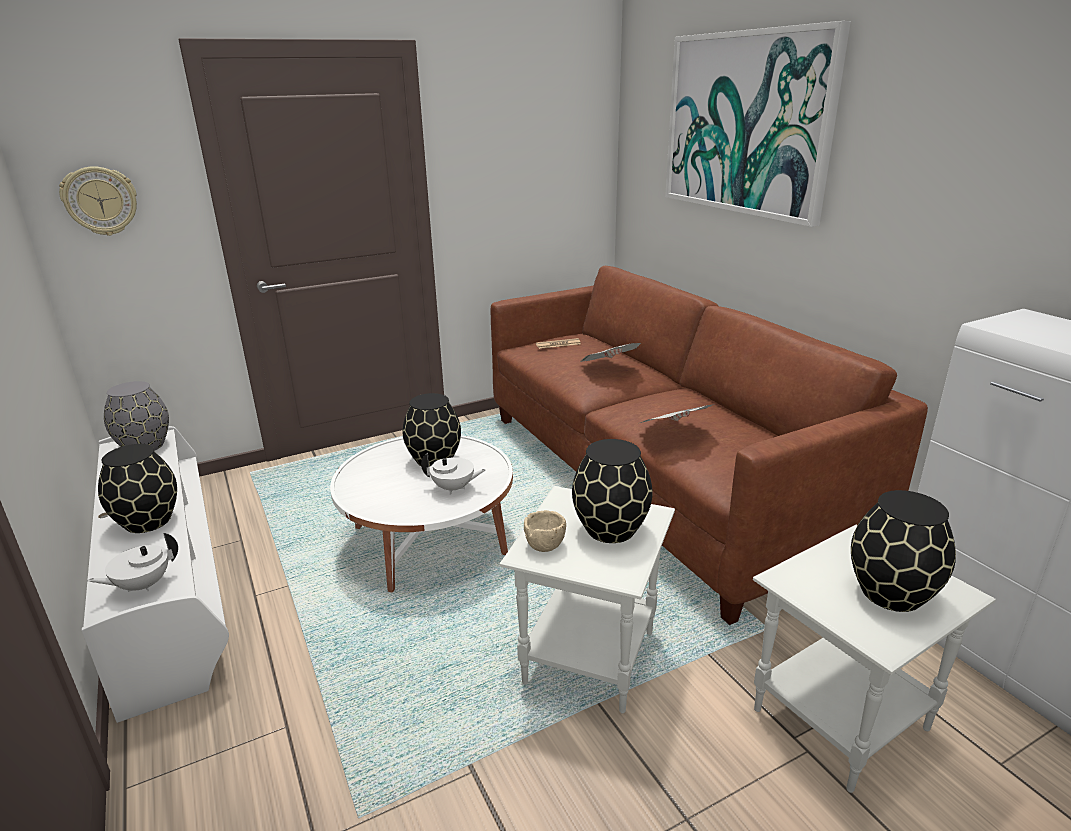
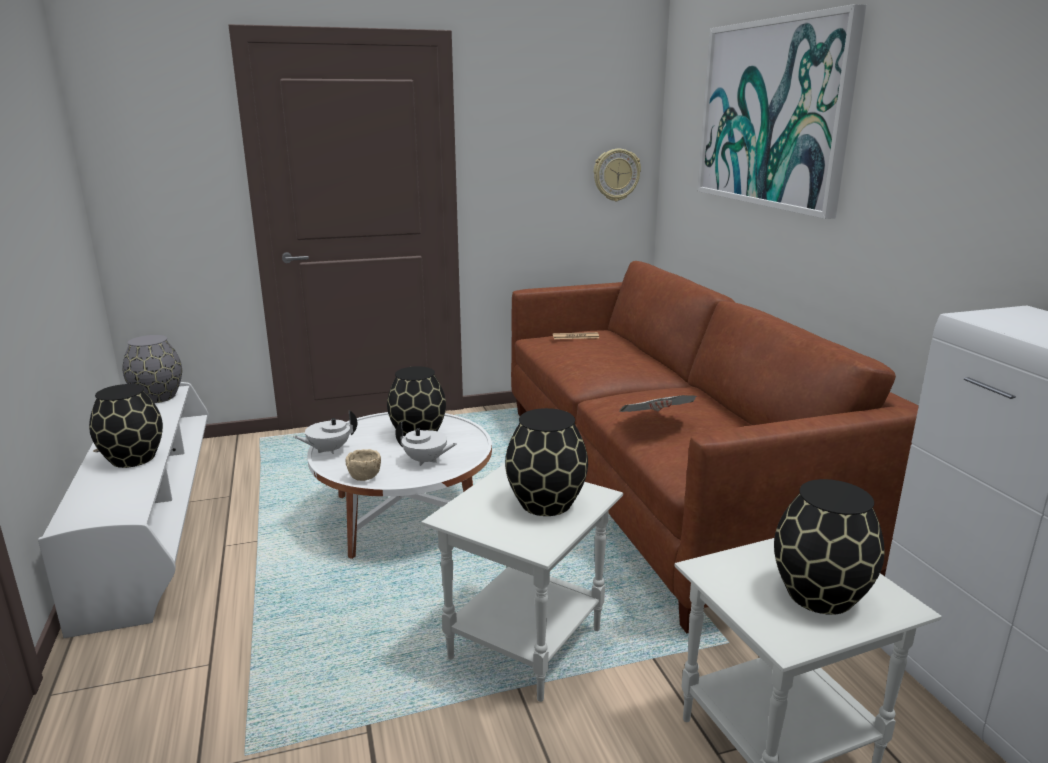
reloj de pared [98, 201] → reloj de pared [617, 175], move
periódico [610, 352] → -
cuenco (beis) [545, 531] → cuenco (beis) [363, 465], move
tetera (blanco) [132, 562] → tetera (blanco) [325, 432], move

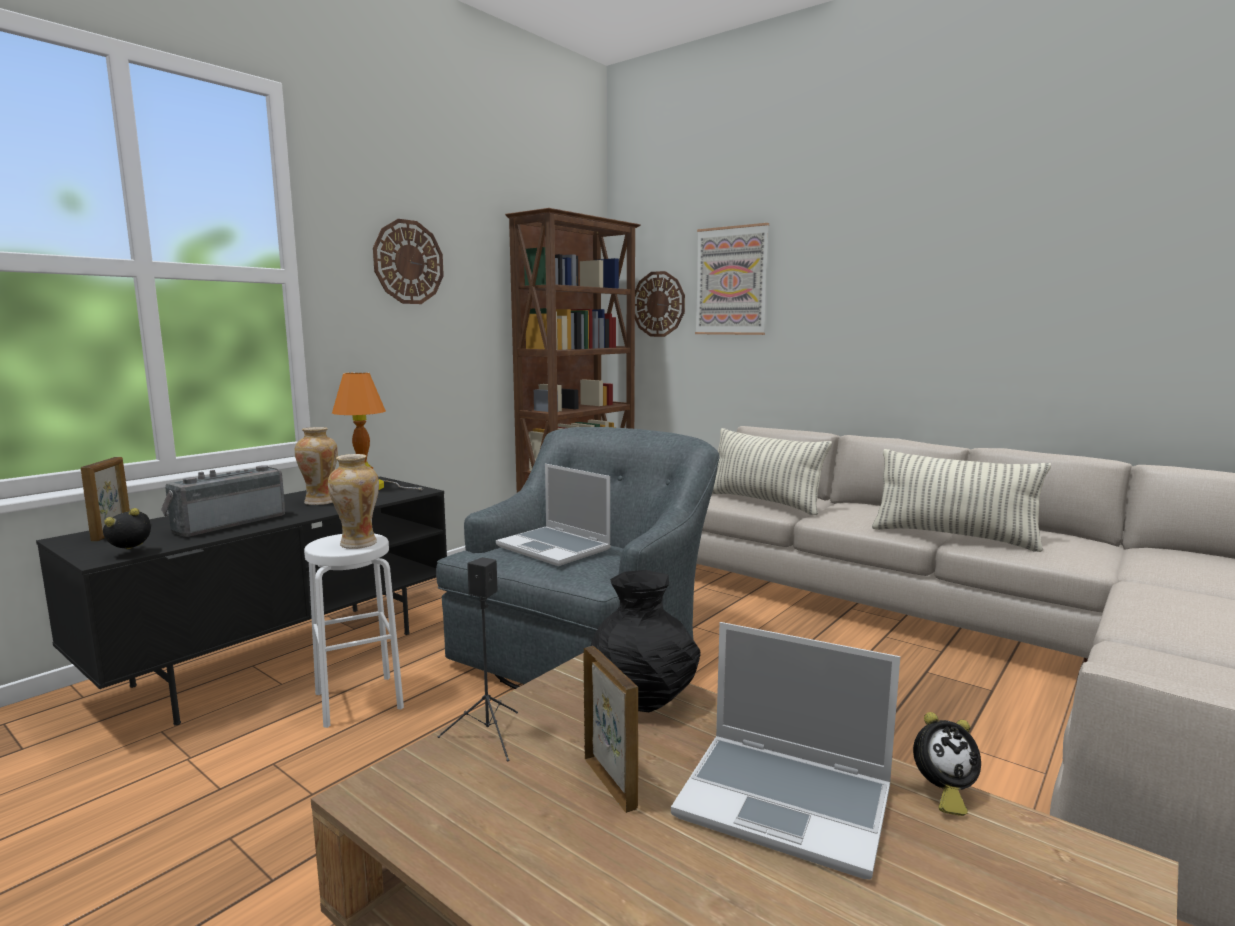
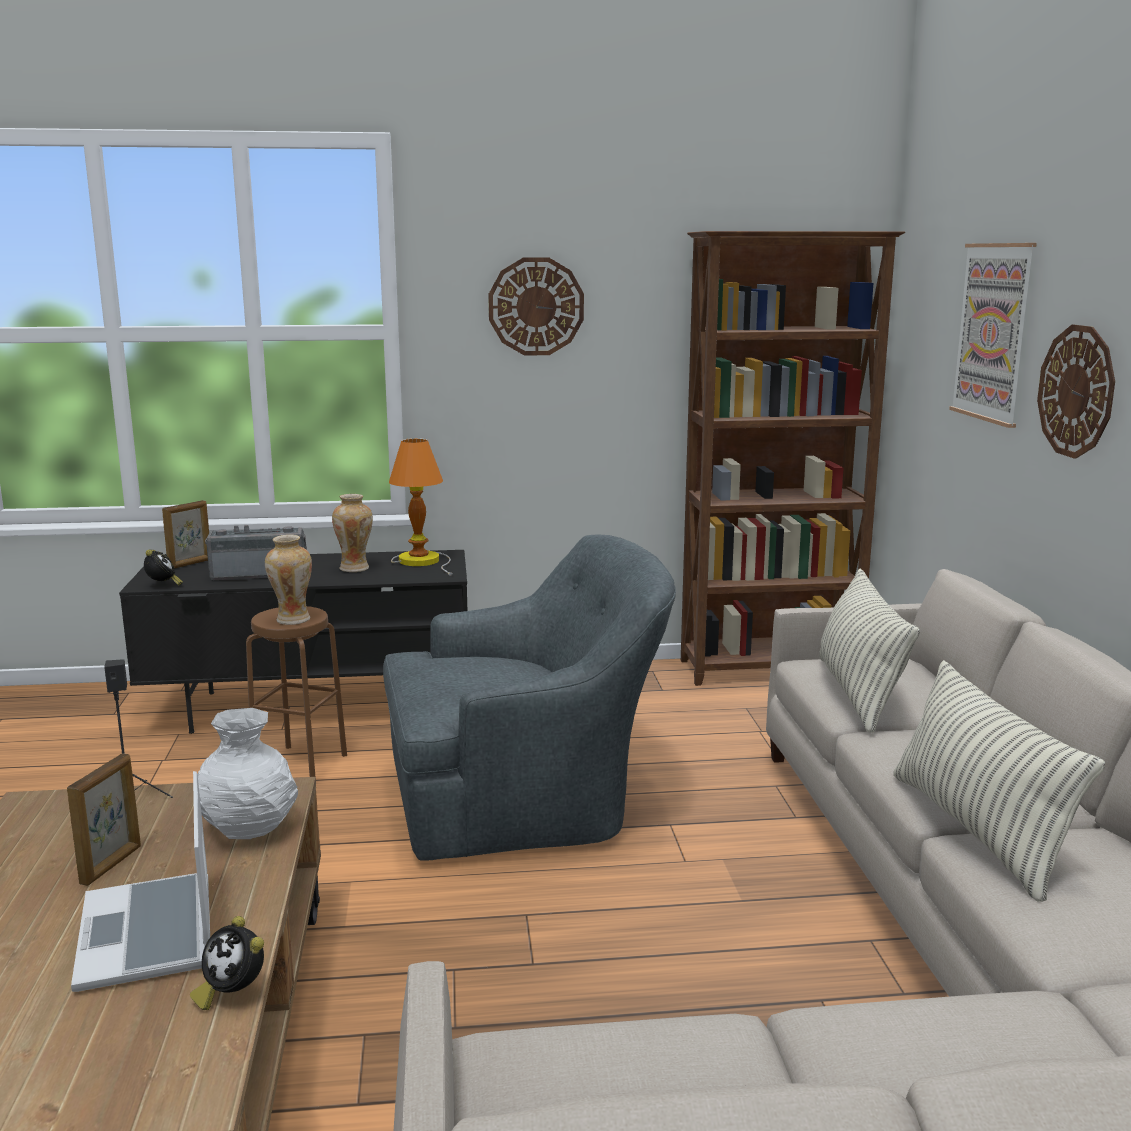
reloj de pared [660, 304] → reloj de pared [1076, 392], move
portátil [553, 515] → -
despertador [127, 528] → despertador [163, 567], 75 degrees clockwise
taburete (blanco) [354, 631] → taburete (marrón) [296, 691]
florero (negro) [646, 641] → florero (blanco) [248, 773]

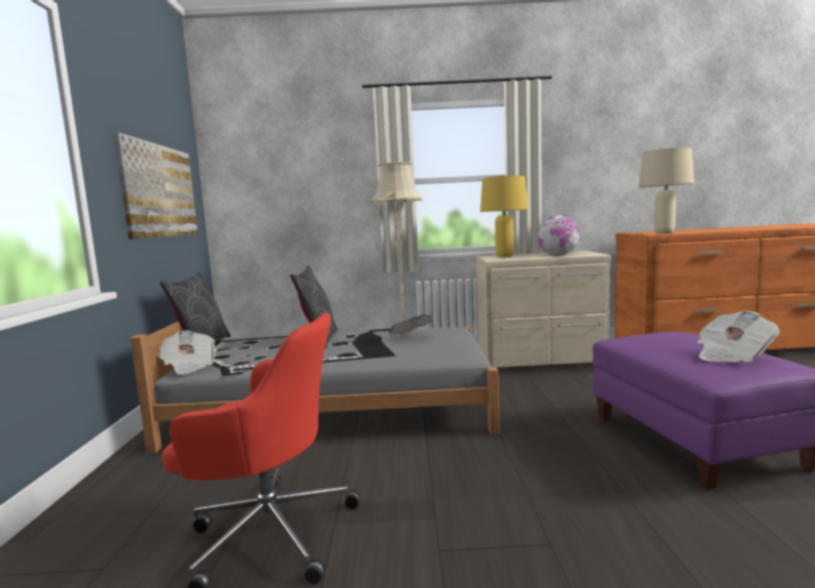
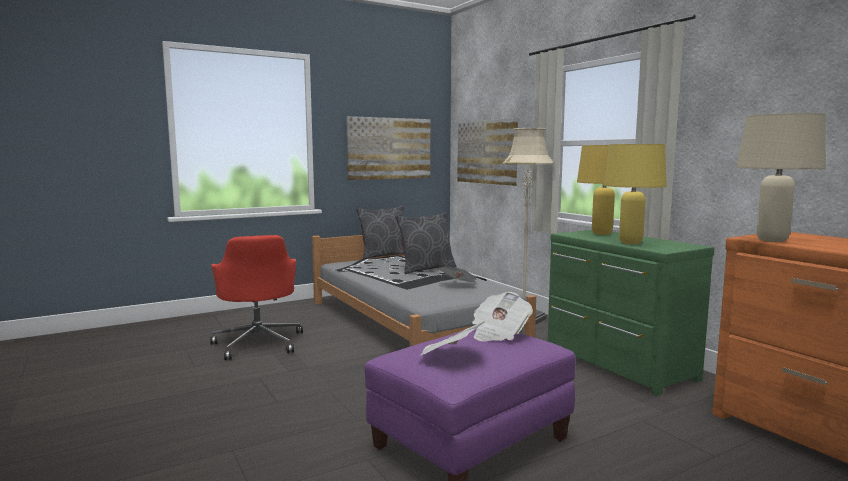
globo terráqueo [558, 235] → lámpara de mesa (amarillo) [635, 194]
cómoda (beis) [543, 309] → cómoda (verde) [630, 313]
periódico [186, 353] → periódico [502, 316], move
- → cuadro [487, 152]

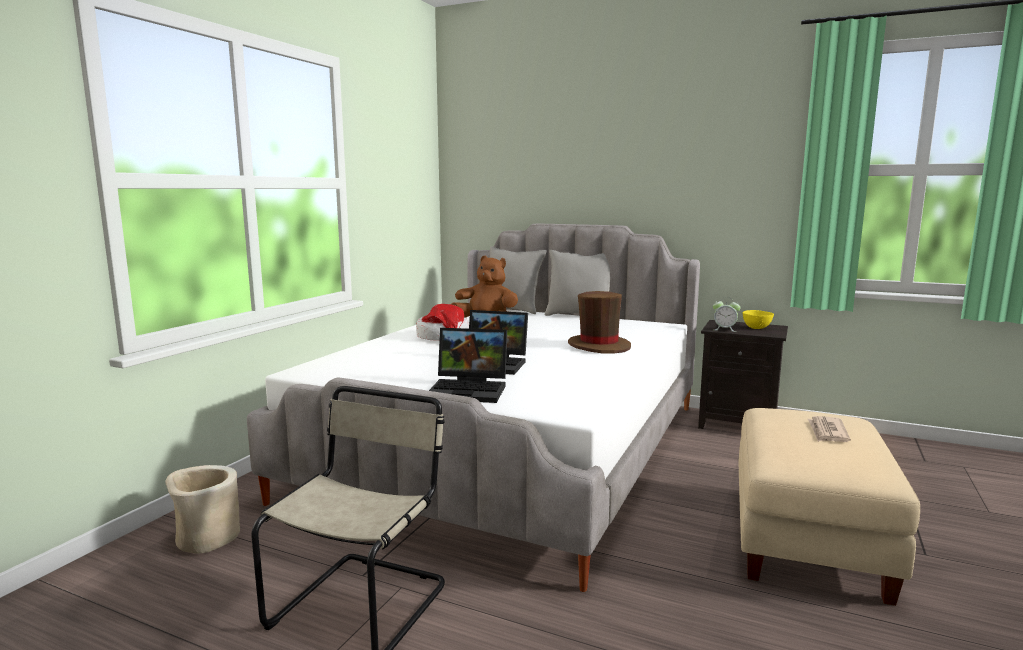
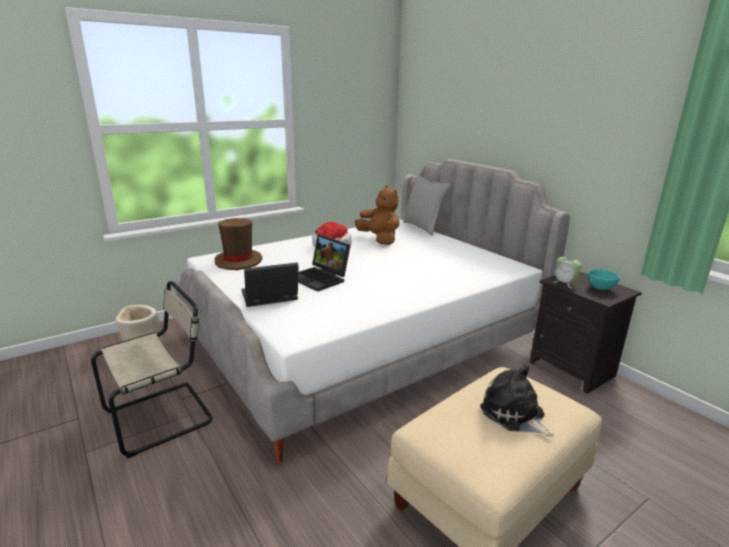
cojín (gris) [577, 283] → -
sombrero (marrón) [599, 322] → sombrero (marrón) [238, 244], move
cuenco (amarillo) [758, 319] → cuenco (turquesa) [604, 279]
portátil [468, 365] → portátil [270, 284], 120 degrees clockwise
periódico [829, 429] → peluche [517, 400]

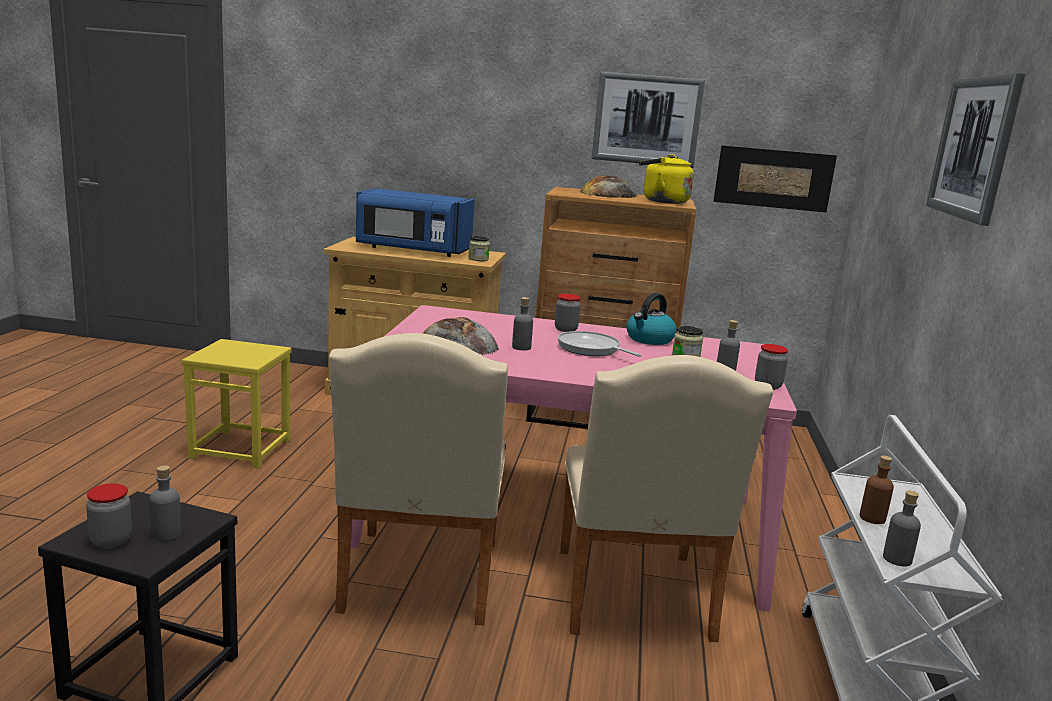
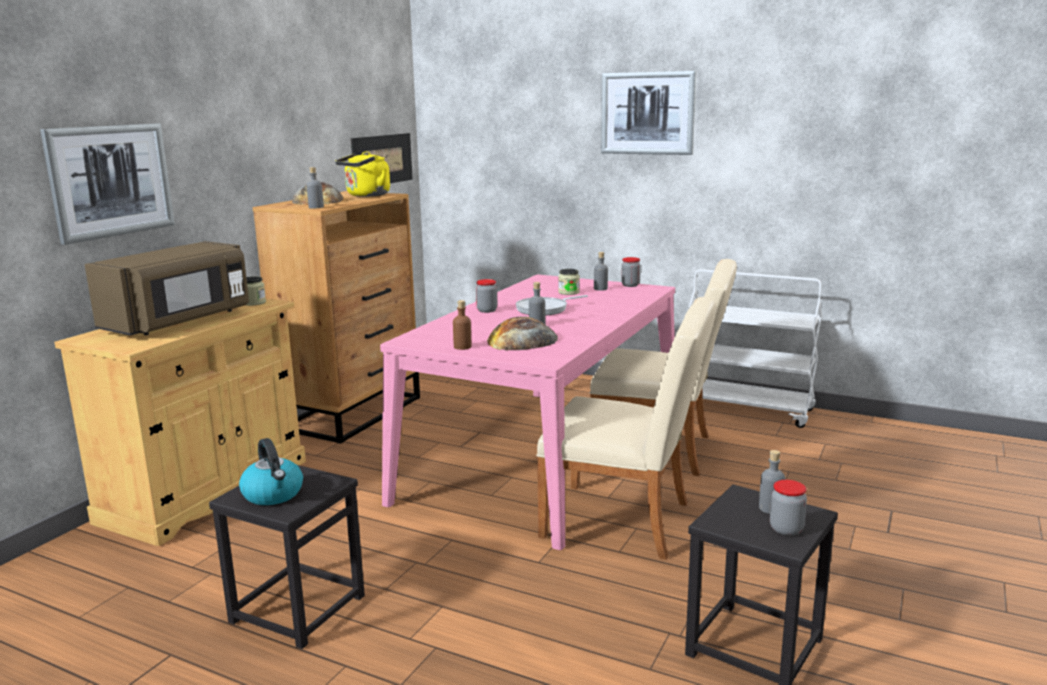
cuadro [648, 120] → cuadro [107, 184], move
microondas (azul) [415, 222] → microondas (marrón) [167, 288]
hervidor [651, 319] → hervidor [271, 471], move
taburete (amarillo) [237, 404] → taburete (negro) [287, 557]
botella (marrón) [877, 489] → botella (marrón) [462, 325], move
botella (gris) [902, 529] → botella (gris) [315, 187], move

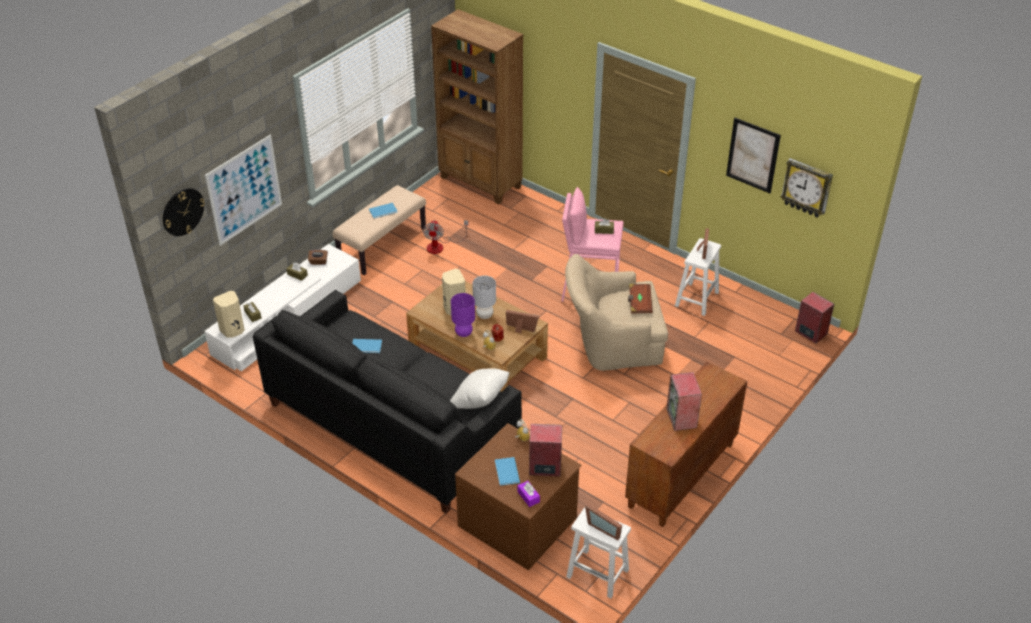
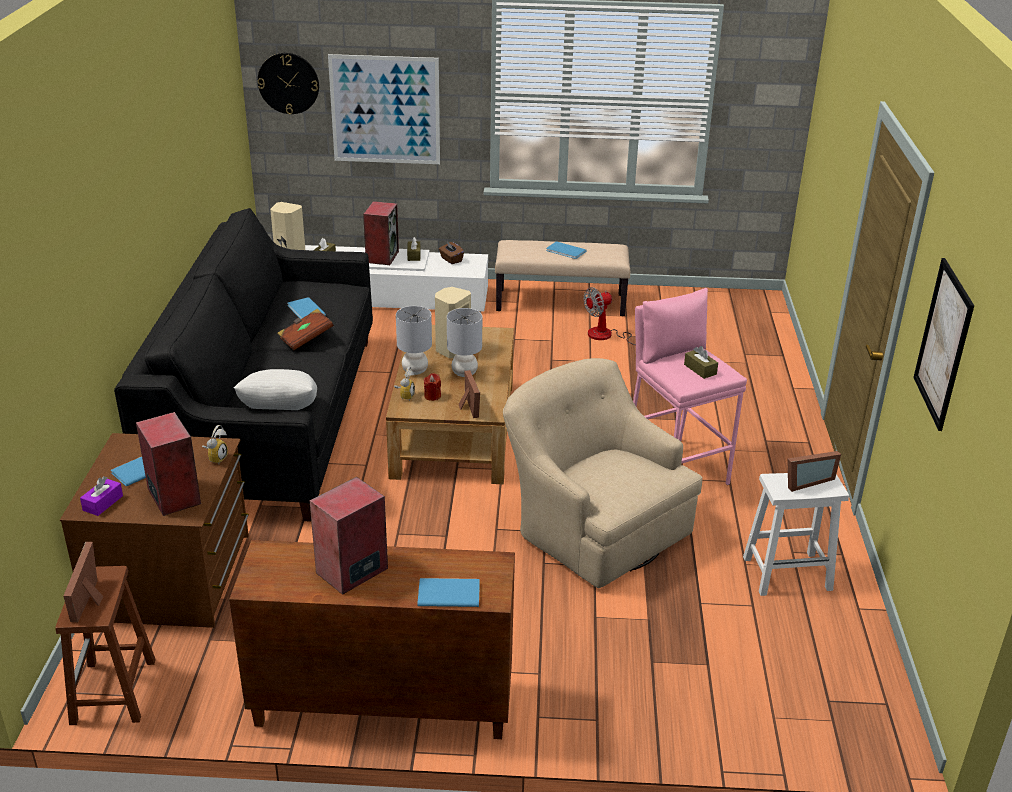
estantería (marrón) [477, 106] → -
reloj de pared [807, 188] → -
libro (marrón) [640, 299] → libro (marrón) [305, 329], move
altavoz [814, 317] → altavoz [381, 233], move
lámpara de mesa (morado) [463, 315] → lámpara de mesa (gris) [414, 340]
taburete (blanco) [598, 553] → taburete (marrón) [105, 645]
- → libro (azul) [448, 592]

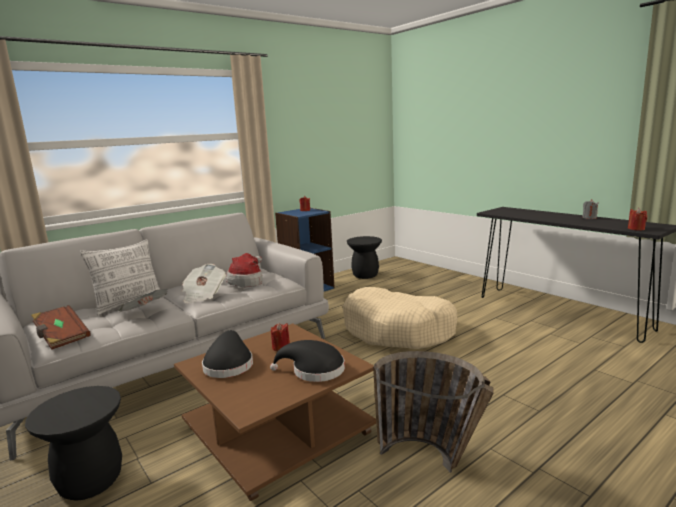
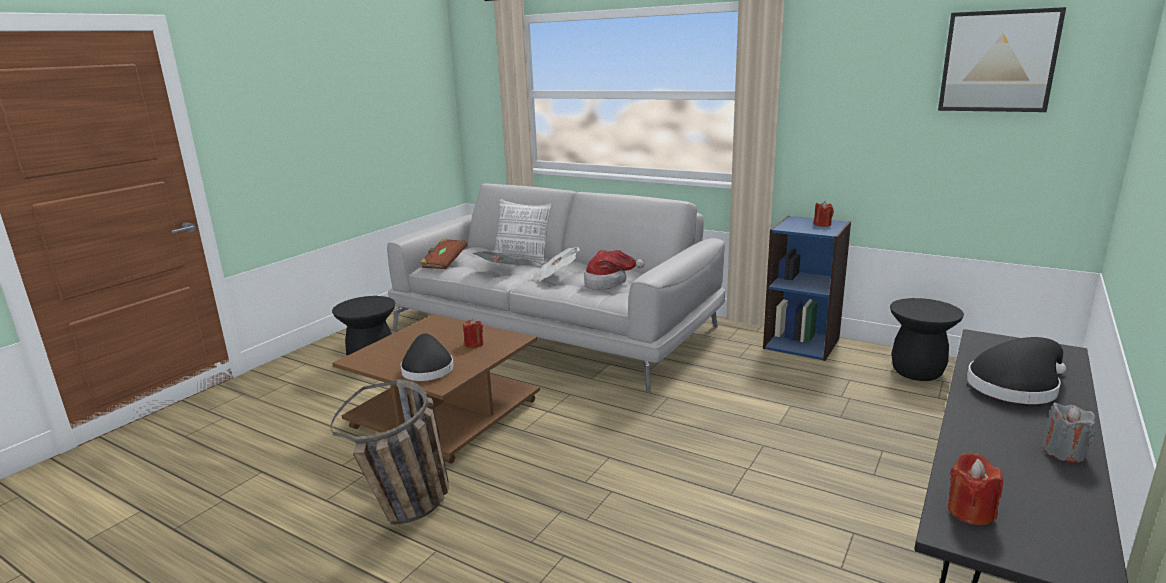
cama para perro (beis) [400, 318] → -
sombrero (negro) [227, 354] → sombrero (negro) [1016, 370], move
- → cuadro [1002, 59]

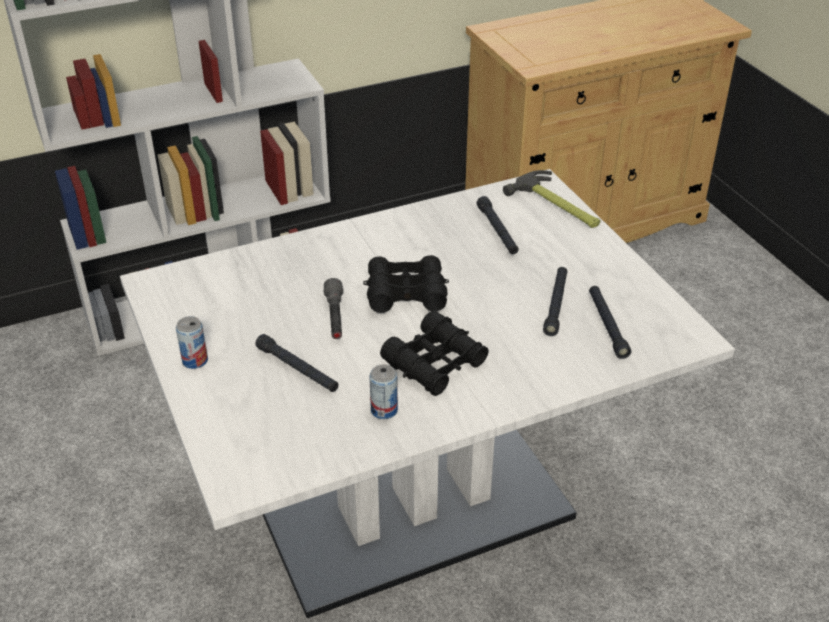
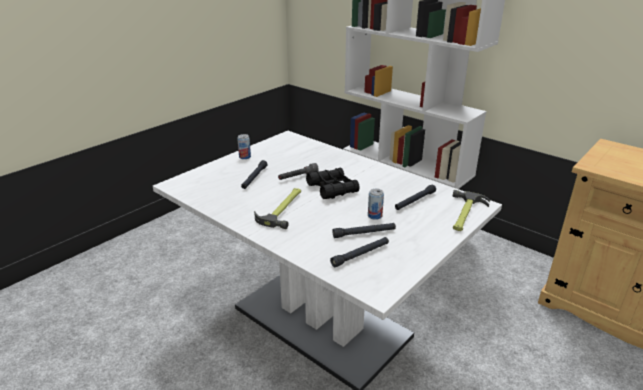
prismáticos (negro) [434, 353] → martillo [277, 208]
lata [383, 391] → lata [376, 204], move

